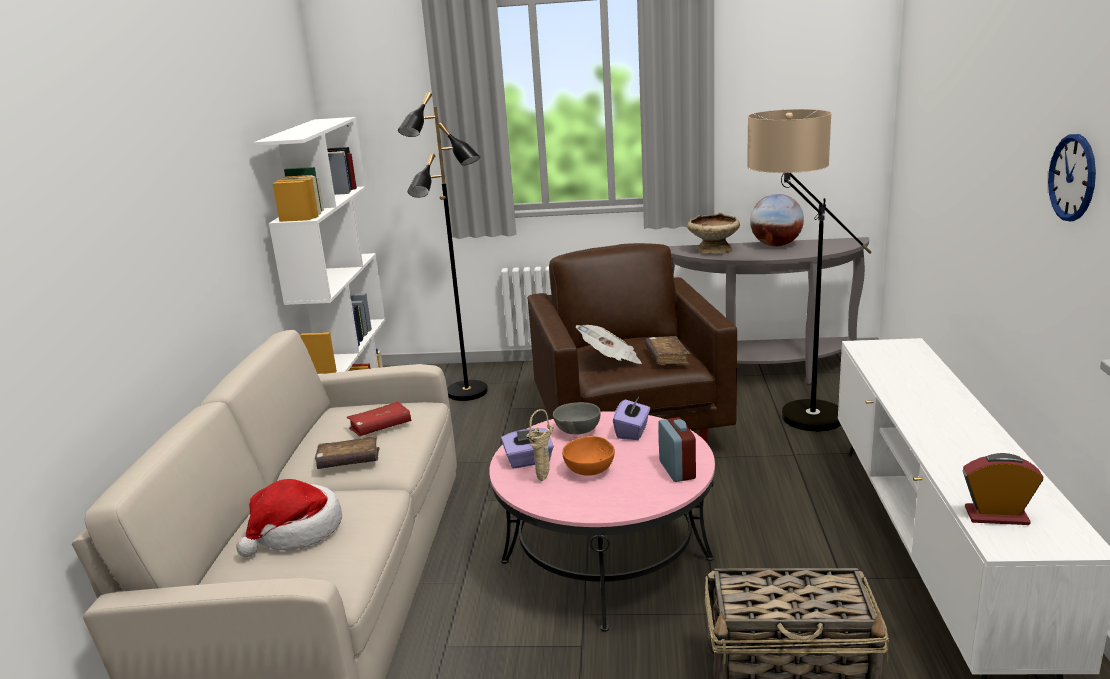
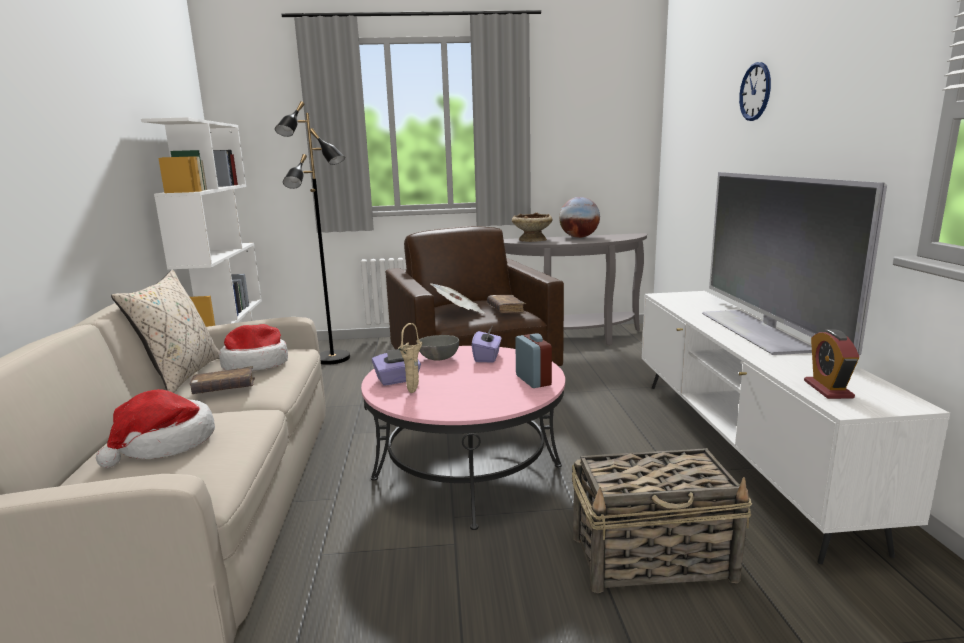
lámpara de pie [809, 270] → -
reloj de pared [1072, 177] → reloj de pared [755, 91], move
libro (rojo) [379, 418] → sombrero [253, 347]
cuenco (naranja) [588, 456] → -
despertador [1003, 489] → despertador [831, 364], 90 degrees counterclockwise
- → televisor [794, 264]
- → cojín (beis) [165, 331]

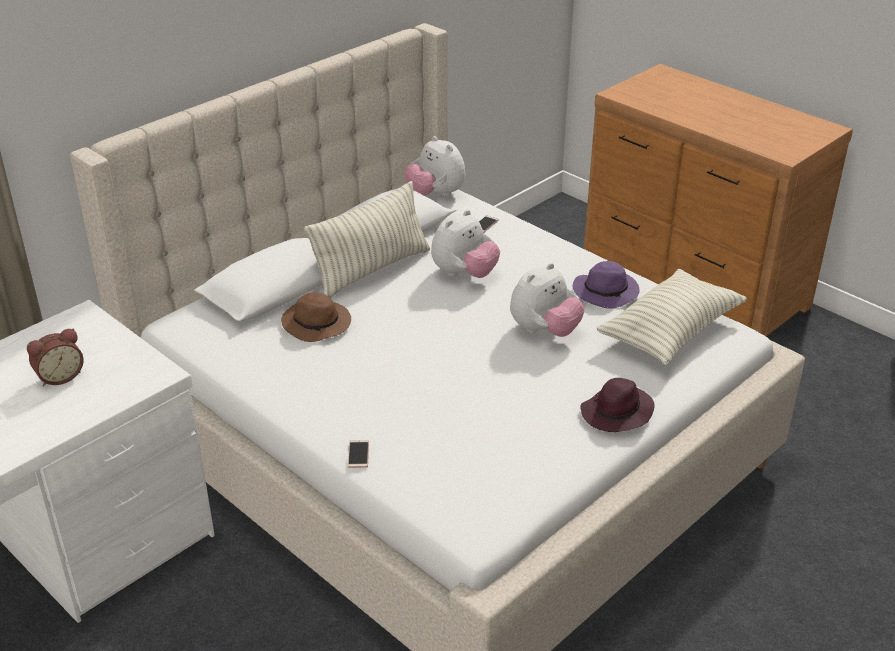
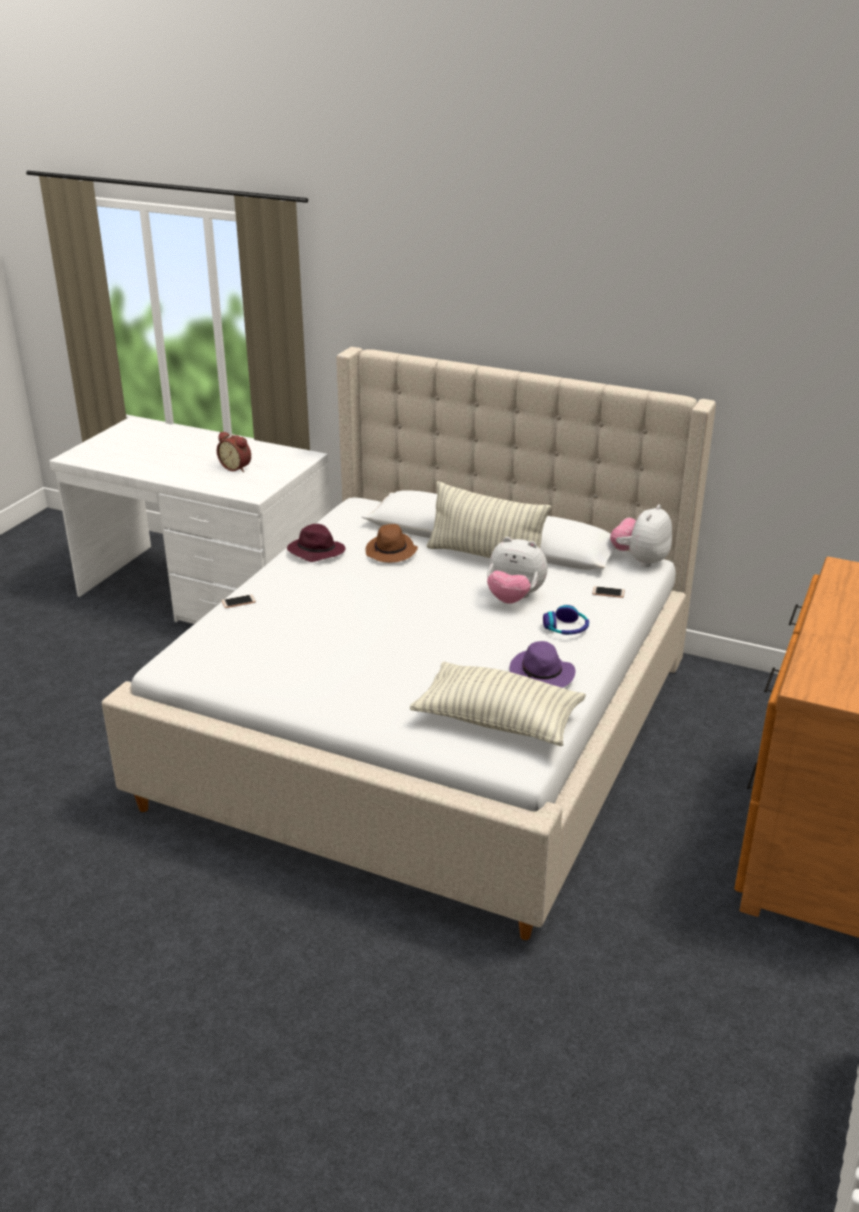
peluche [547, 300] → -
sombrero (morado) [617, 405] → sombrero (morado) [316, 543], move
- → auriculares [566, 620]

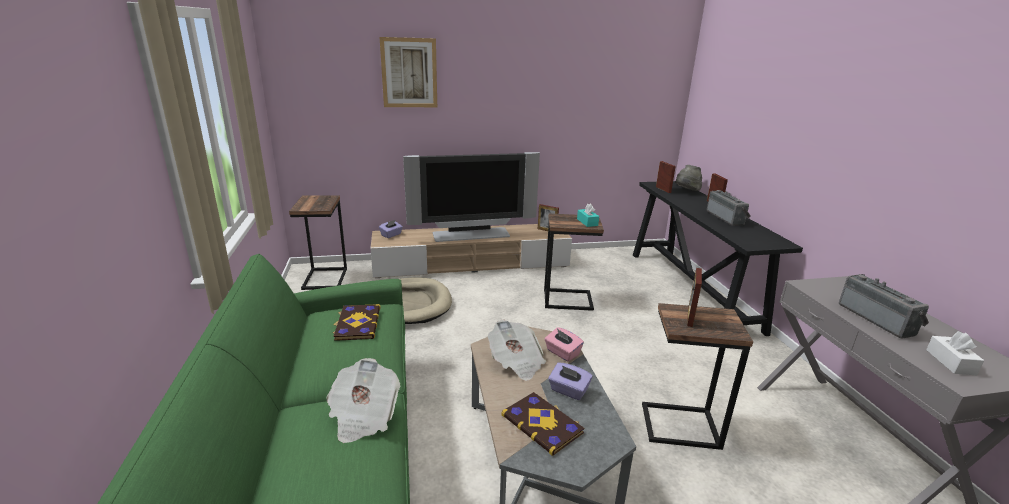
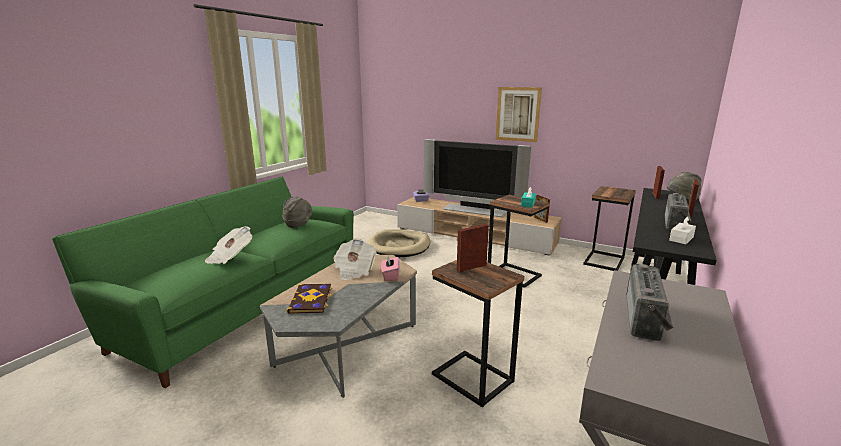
cuadro [408, 72] → cuadro [519, 114], move
mesa auxiliar [318, 242] → mesa auxiliar [609, 228], move
libro [357, 322] → sombrero (gris) [297, 212]
caja de pañuelos (blanco) [955, 353] → caja de pañuelos (blanco) [682, 230], move
caja de pañuelos (morado) [570, 381] → -

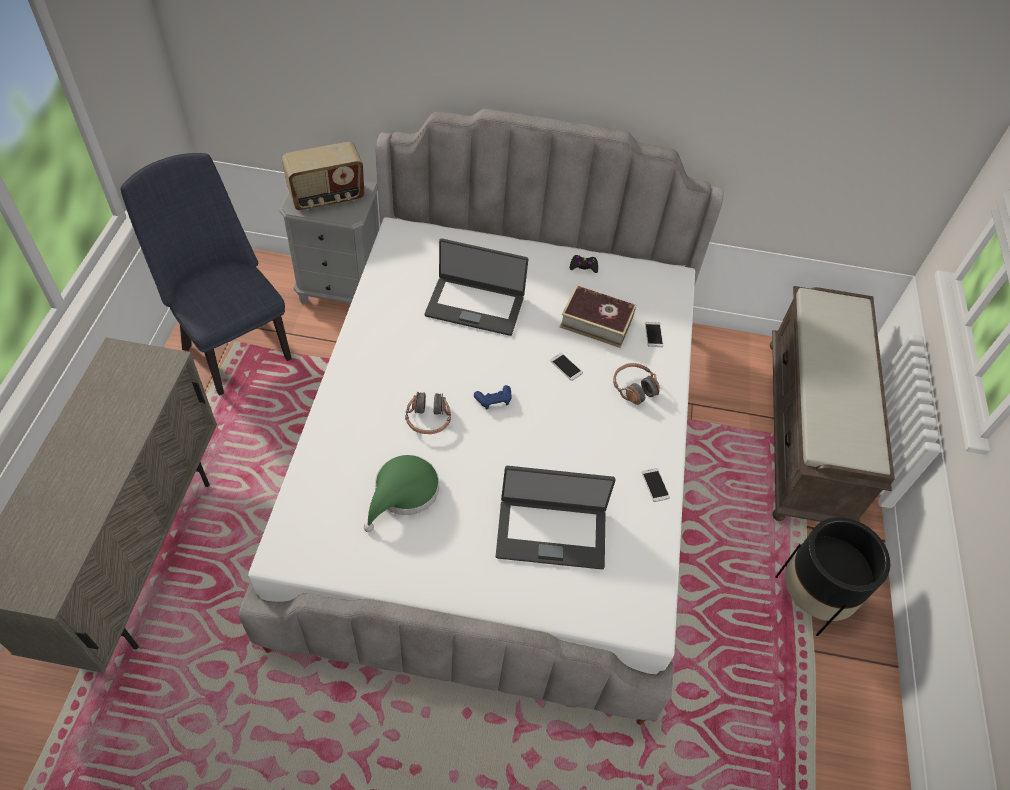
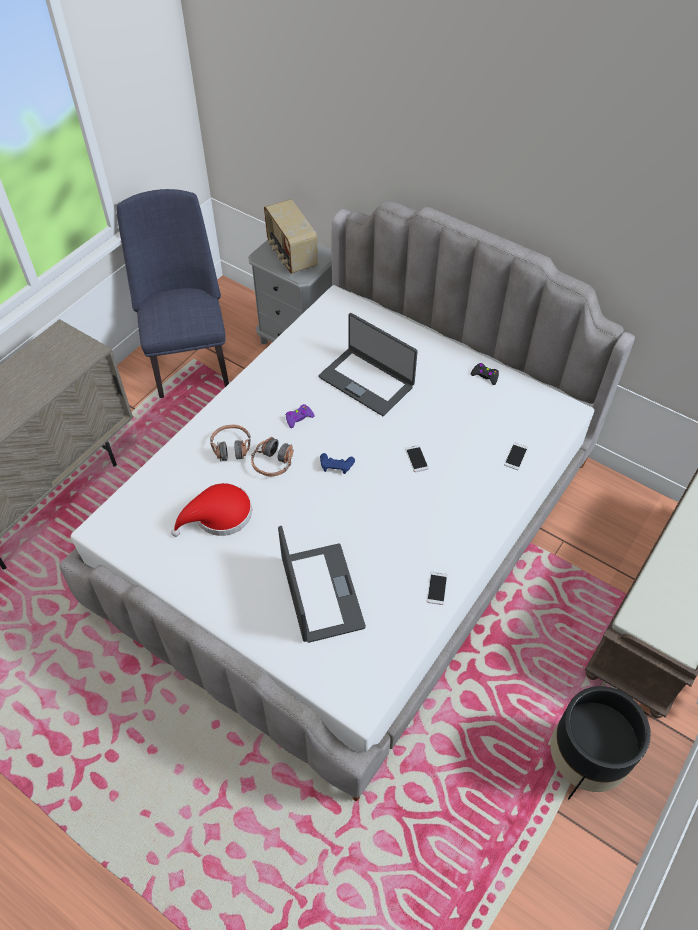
radio [323, 176] → radio [291, 236], 60 degrees clockwise
libro [597, 316] → -
auriculares [636, 384] → auriculares [230, 443], move
sombrero (verde) [401, 493] → sombrero (rojo) [211, 510]
portátil [556, 517] → portátil [322, 584], 135 degrees counterclockwise
- → mando de consola (morado) [300, 416]

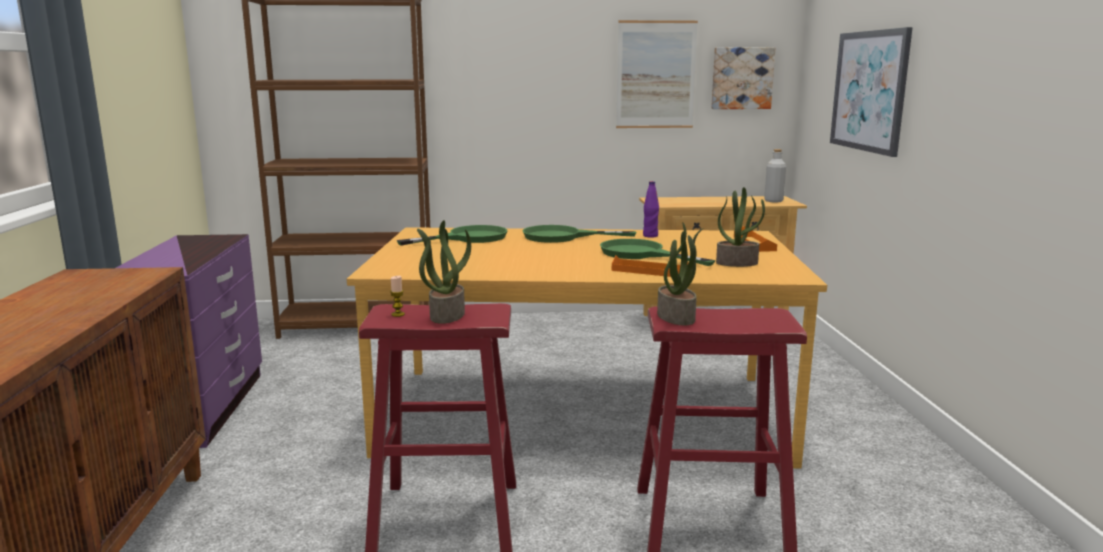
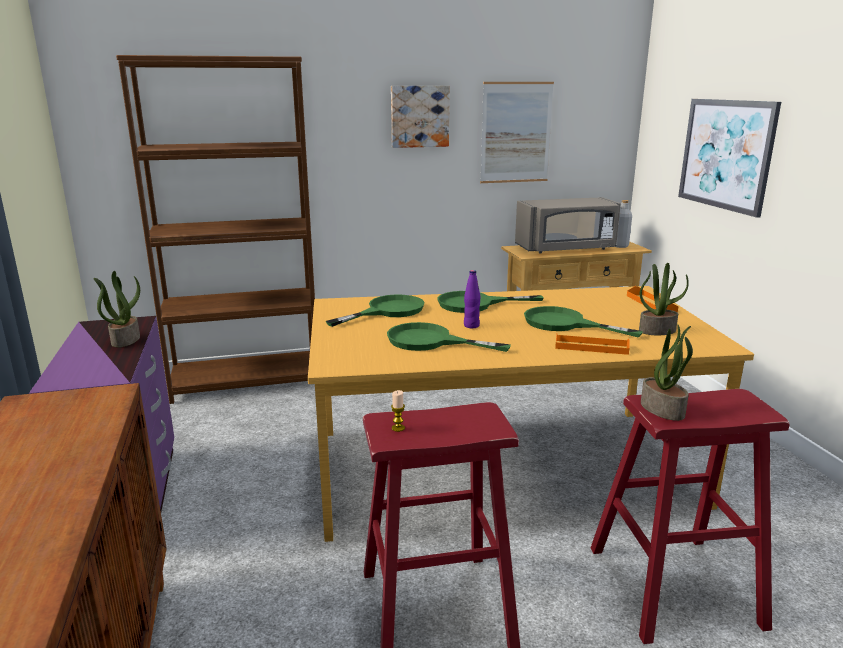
cuadro [743, 78] → cuadro [420, 117], move
botella (morado) [651, 209] → botella (morado) [472, 299], move
planta en maceta [444, 272] → planta en maceta [117, 309], move
- → microondas (gris) [568, 225]
- → sartén (verde) [449, 337]

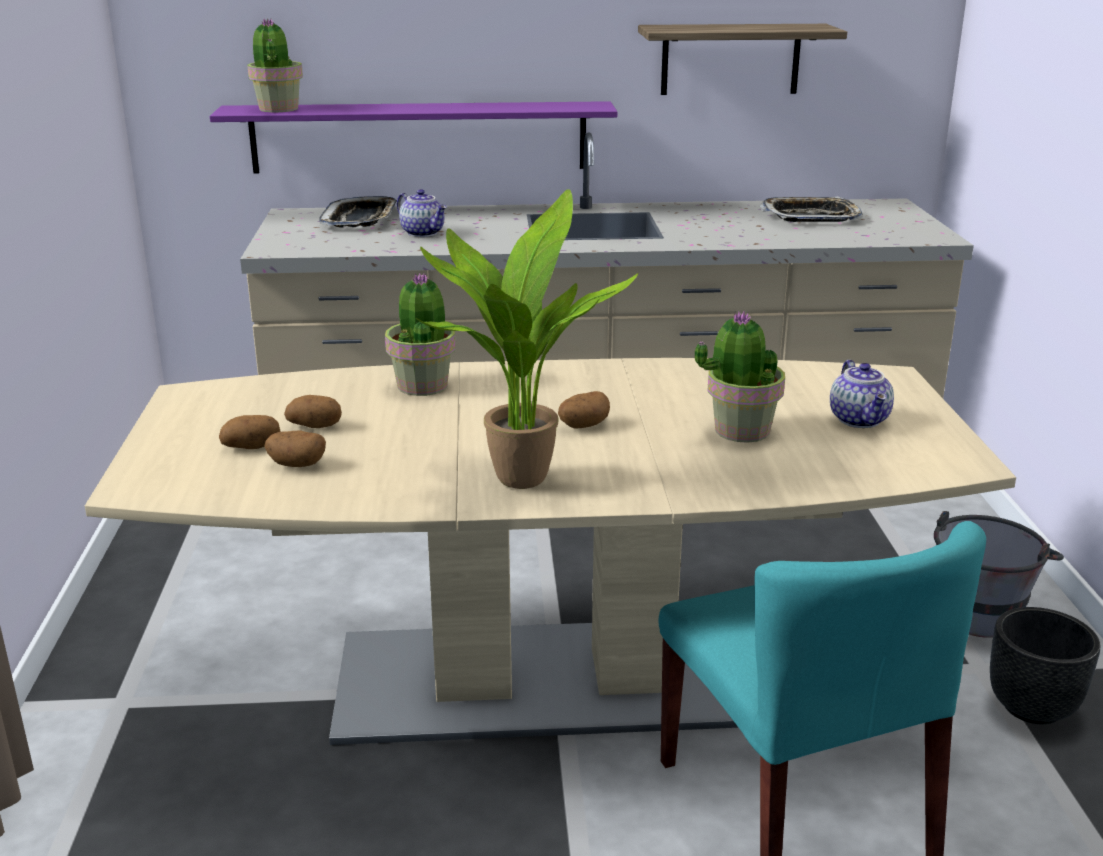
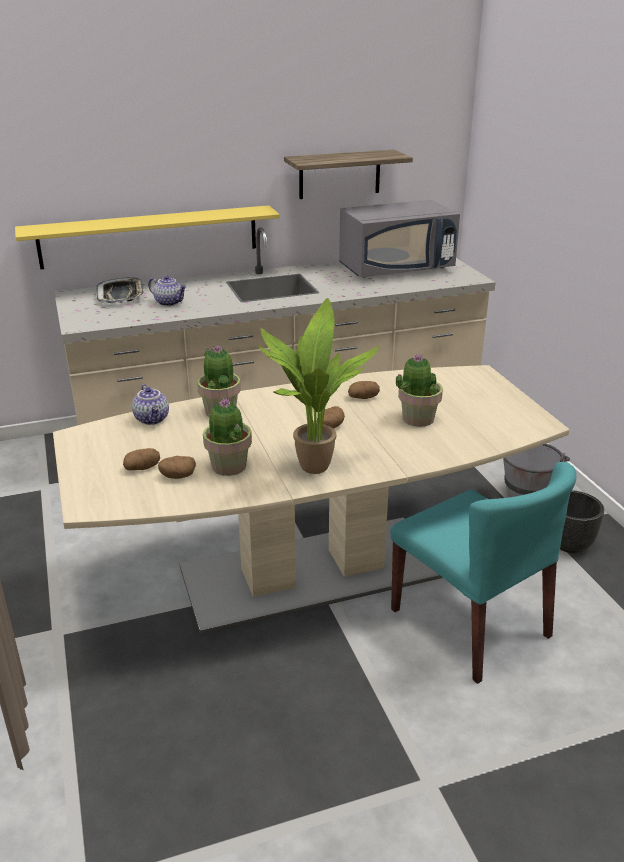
planta en maceta [275, 65] → planta en maceta [227, 437], move
estante (morado) [413, 137] → estante (amarillo) [147, 237]
bandeja [811, 209] → microondas (gris) [399, 239]
tetera [862, 394] → tetera [150, 404], move
patata [313, 411] → patata [364, 390], move

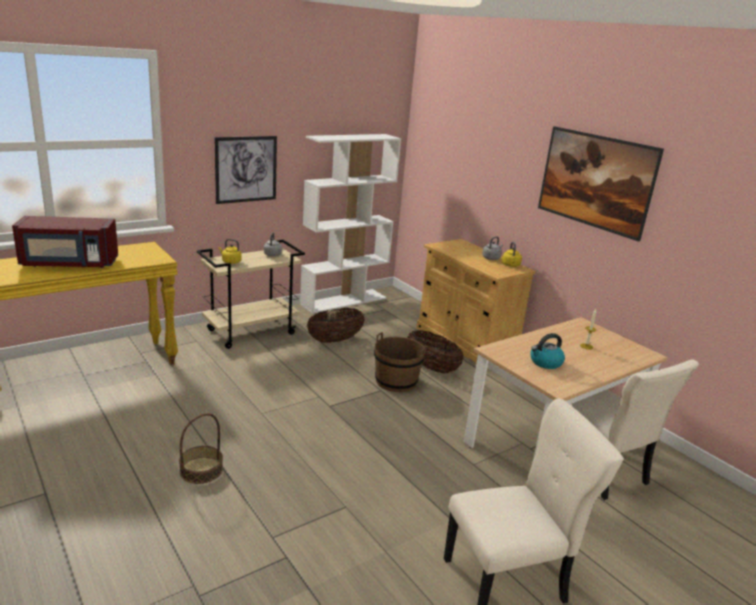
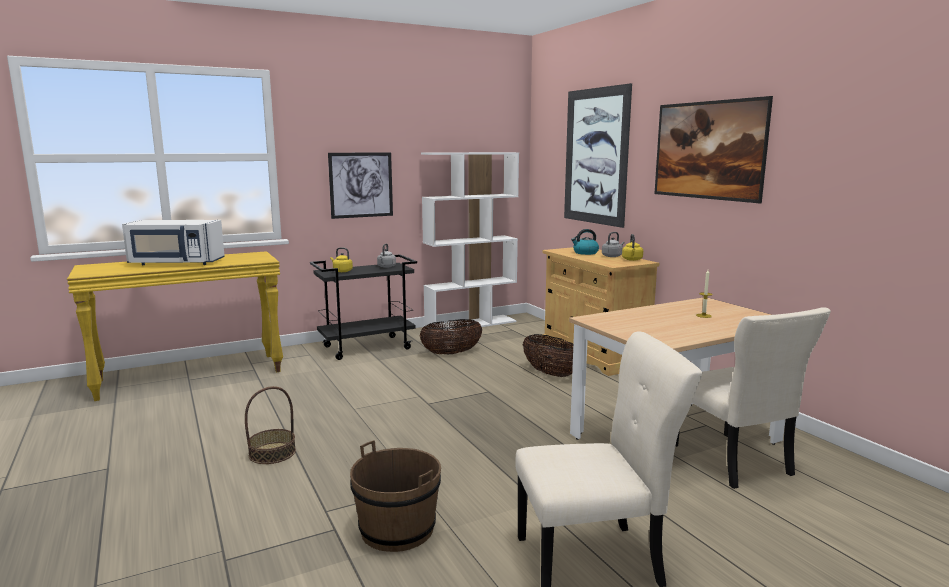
microondas (rojo) [65, 242] → microondas (blanco) [173, 242]
carrito (beis) [251, 294] → carrito (negro) [363, 307]
cubo (marrón) [400, 362] → cubo (marrón) [395, 496], move
hervidor [548, 351] → hervidor [585, 242], move
- → cuadro [598, 155]

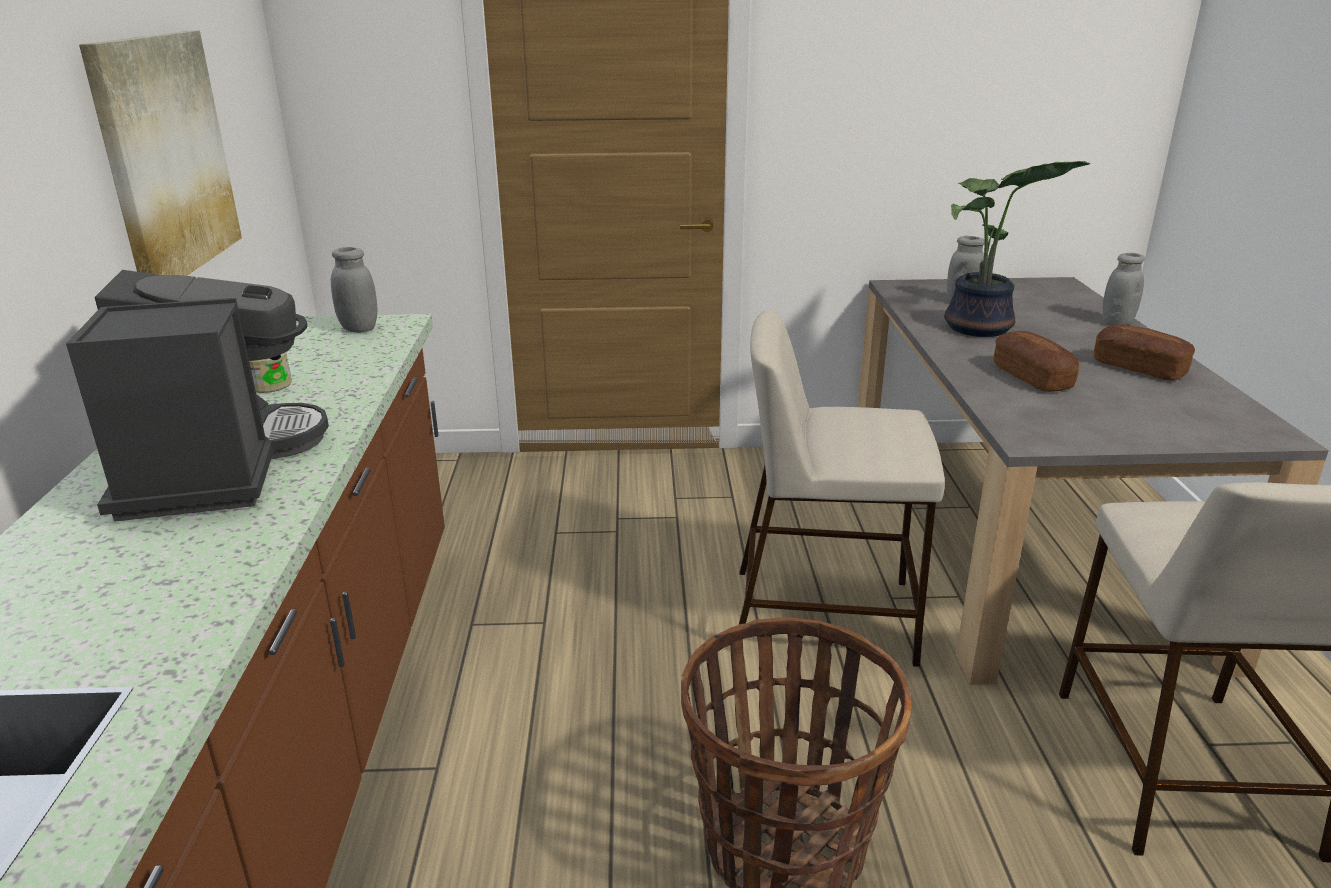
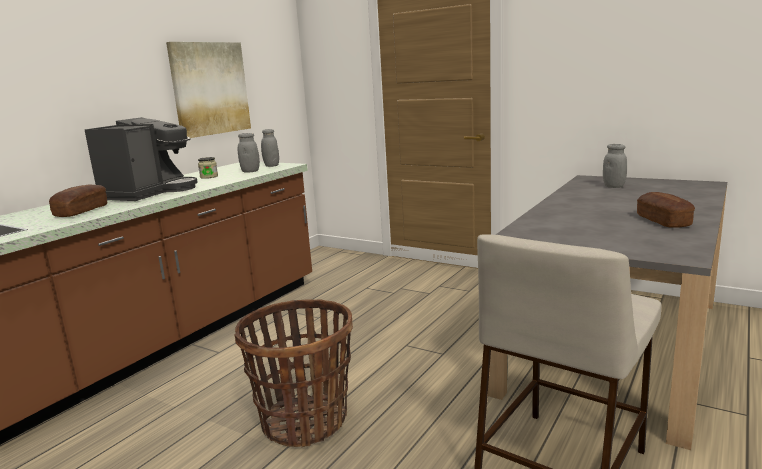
planta en maceta [1017, 249] → -
tarro (gris) [1124, 289] → tarro (gris) [249, 153], move
taburete (beis) [841, 488] → -
pan [1036, 361] → pan [78, 200], move

